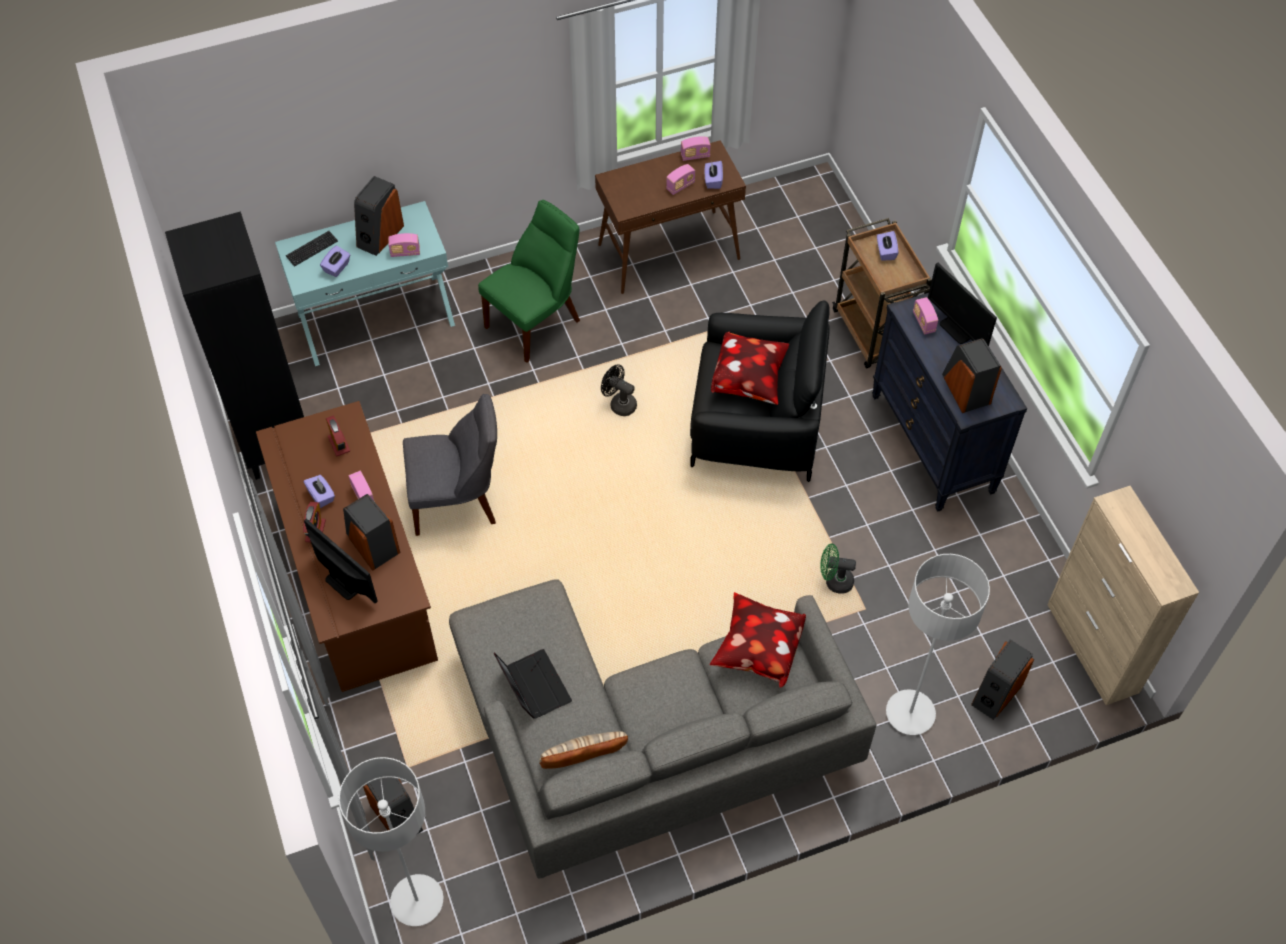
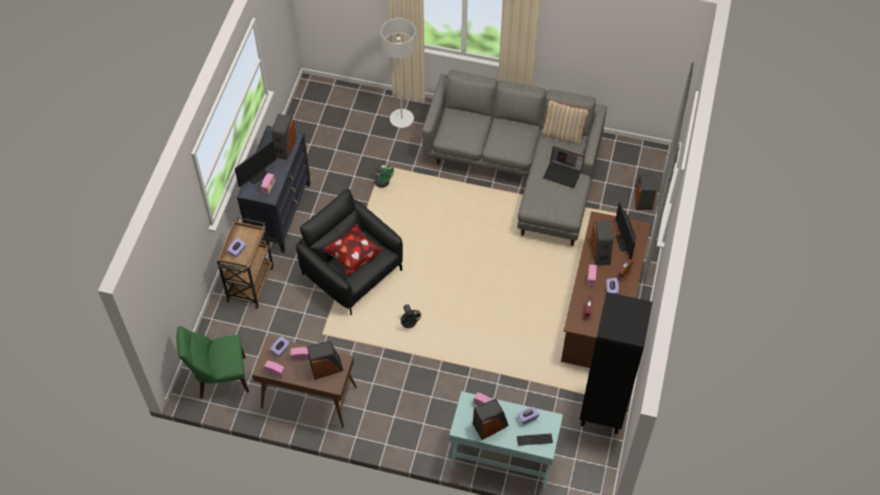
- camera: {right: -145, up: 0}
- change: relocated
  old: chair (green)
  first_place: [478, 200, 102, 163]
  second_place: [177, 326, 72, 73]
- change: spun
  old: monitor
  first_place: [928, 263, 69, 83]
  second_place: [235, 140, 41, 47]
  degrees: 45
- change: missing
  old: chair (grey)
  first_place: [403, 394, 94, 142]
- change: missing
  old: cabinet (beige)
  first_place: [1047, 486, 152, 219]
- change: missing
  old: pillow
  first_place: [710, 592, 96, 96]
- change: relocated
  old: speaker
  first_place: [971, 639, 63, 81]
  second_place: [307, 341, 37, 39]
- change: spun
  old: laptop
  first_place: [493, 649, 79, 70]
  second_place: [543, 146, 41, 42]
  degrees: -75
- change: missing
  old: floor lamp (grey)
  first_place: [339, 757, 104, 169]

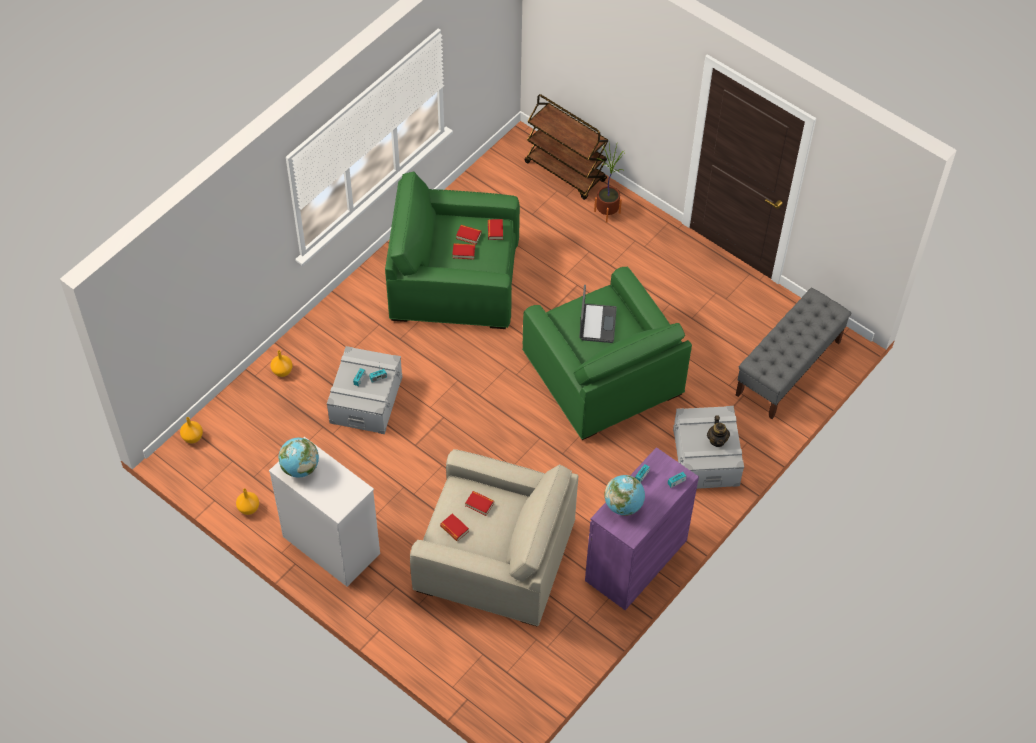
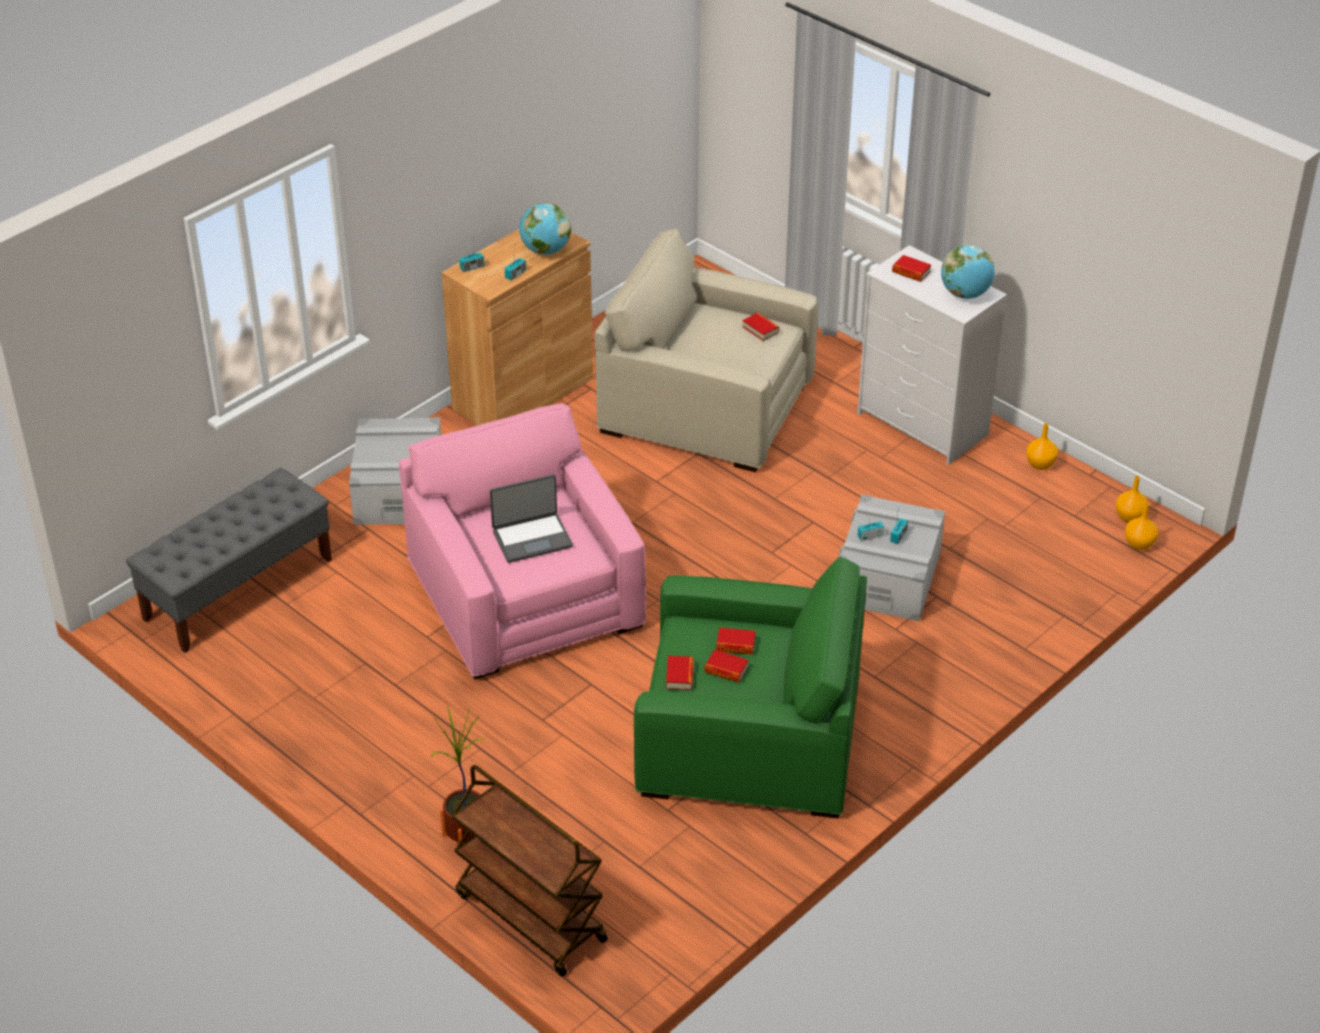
- camera: {right: -175, up: -15}
- change: colour
  old: armchair (green)
  new: armchair (pink)
  first_place: [522, 267, 170, 173]
  second_place: [399, 403, 248, 277]
- change: spun
  old: laptop
  first_place: [579, 285, 38, 58]
  second_place: [490, 474, 83, 89]
  degrees: -120
- change: relocated
  old: vase (orange)
  first_place: [270, 350, 23, 27]
  second_place: [1116, 476, 32, 46]
- change: missing
  old: teapot
  first_place: [707, 415, 23, 32]
- change: colour
  old: cabinet (purple)
  new: cabinet (brown)
  first_place: [585, 447, 114, 163]
  second_place: [442, 229, 151, 197]
- change: relocated
  old: book
  first_place: [466, 491, 28, 25]
  second_place: [892, 255, 39, 27]

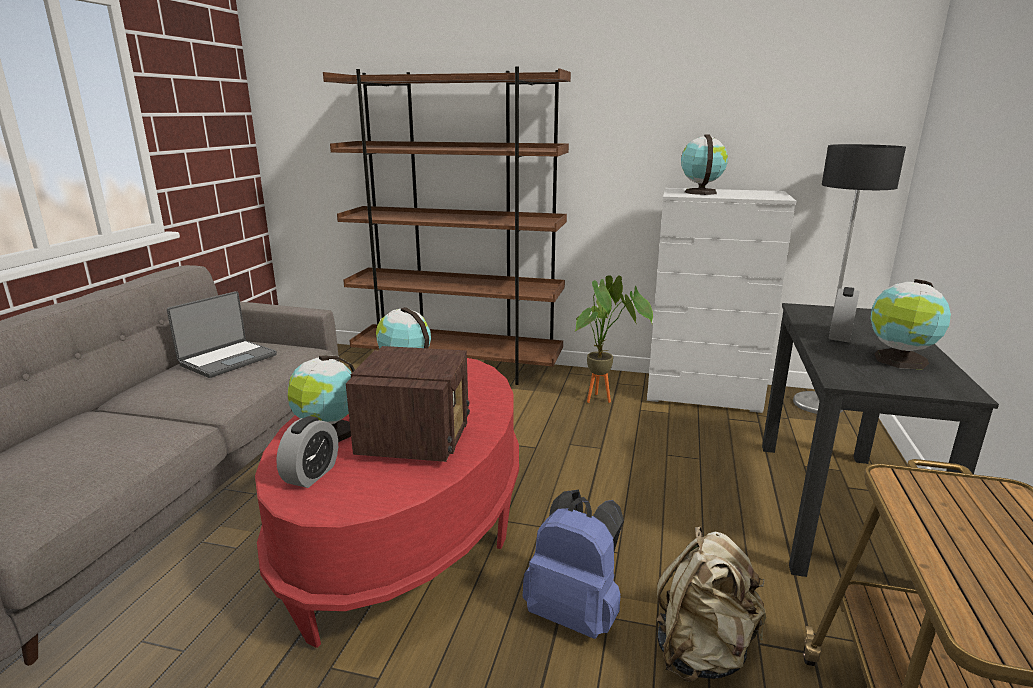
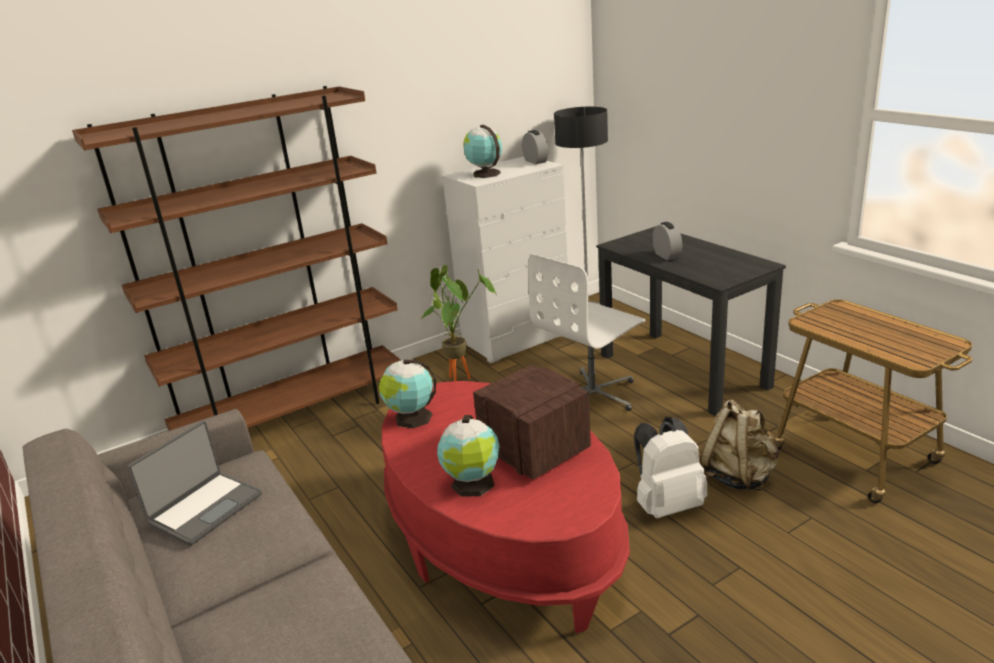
- camera: {right: -45, up: 5}
- change: missing
  old: globe
  first_place: [870, 279, 81, 90]
- change: spun
  old: laptop
  first_place: [167, 291, 110, 87]
  second_place: [127, 421, 135, 125]
  degrees: 45
- change: relocated
  old: alarm clock
  first_place: [276, 416, 62, 72]
  second_place: [522, 130, 26, 34]
- change: colour
  old: backpack (blue)
  new: backpack (white)
  first_place: [523, 490, 101, 149]
  second_place: [634, 417, 73, 102]
- change: appeared
  new: office chair (white)
  second_place: [528, 254, 117, 157]

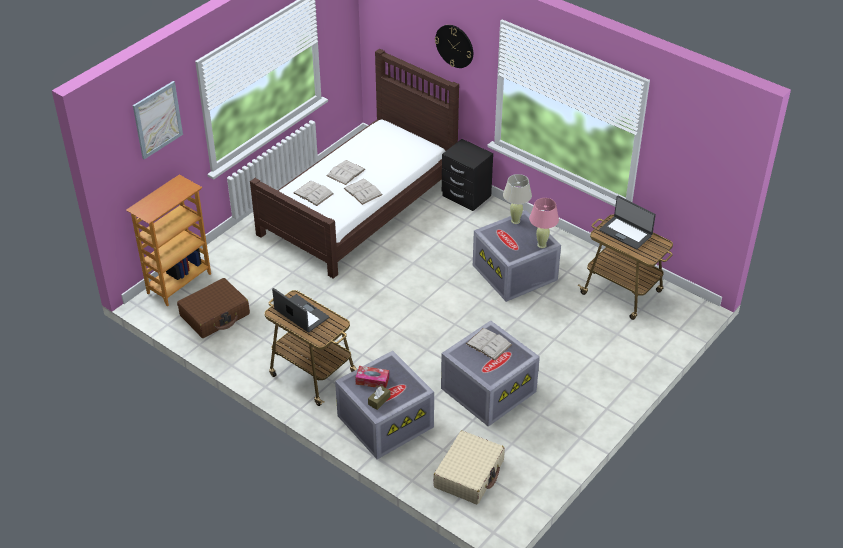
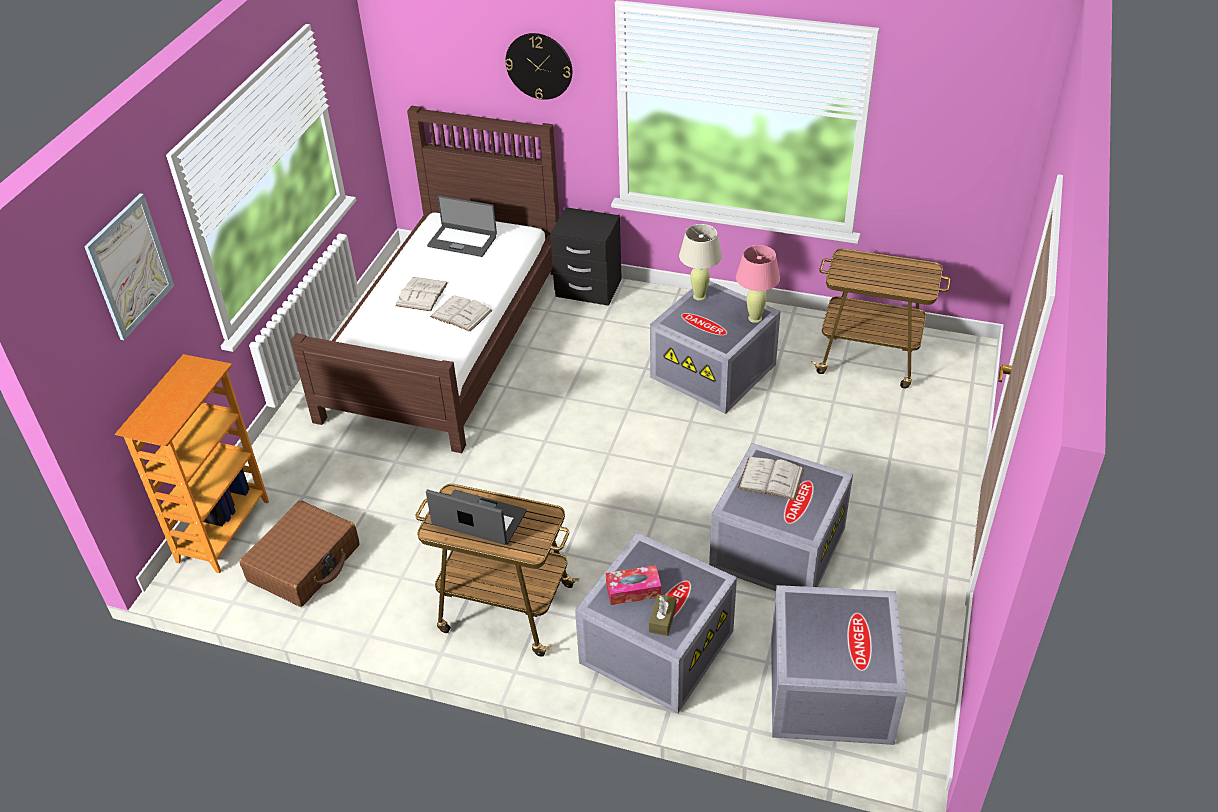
- camera: {right: -20, up: 0}
- change: missing
  old: book (white)
  first_place: [294, 181, 40, 25]
- change: relocated
  old: laptop
  first_place: [599, 196, 57, 54]
  second_place: [427, 195, 70, 62]
- change: exchanged
  old: suitcase (beige)
  new: storage box (grey)
  first_place: [433, 430, 72, 74]
  second_place: [771, 585, 136, 160]

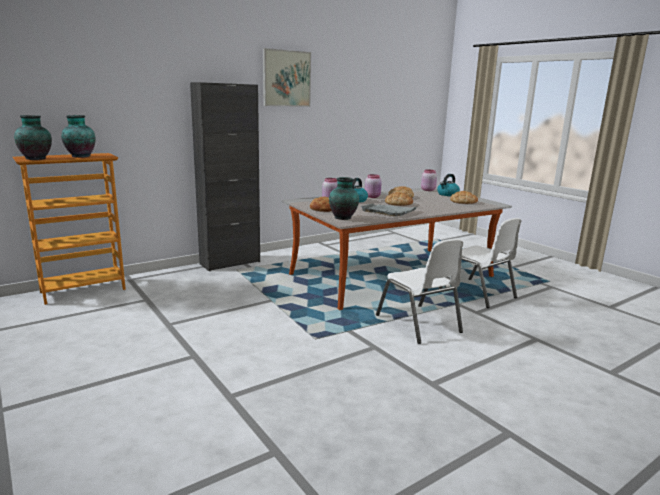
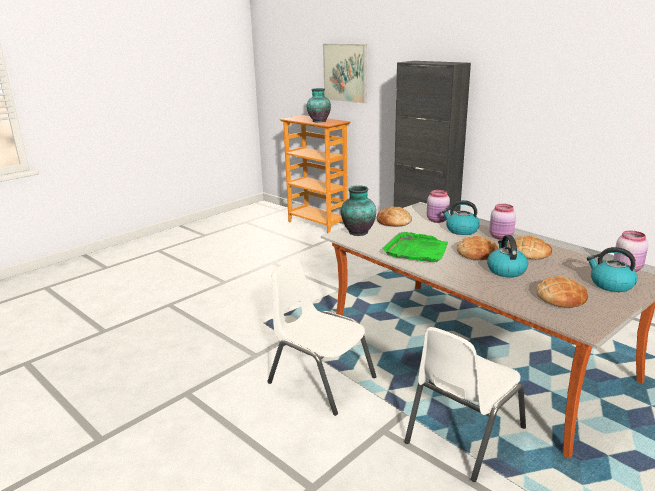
- camera: {right: 80, up: 5}
- change: relocated
  old: picture
  first_place: [263, 48, 48, 59]
  second_place: [323, 43, 44, 60]
- change: missing
  old: vase
  first_place: [14, 115, 38, 45]
- change: colour
  old: tray (grey)
  new: tray (green)
  first_place: [361, 203, 55, 14]
  second_place: [383, 232, 65, 30]
- change: spun
  old: chair (white)
  first_place: [376, 239, 87, 105]
  second_place: [267, 260, 110, 156]
  degrees: 75
- change: appeared
  new: kettle
  second_place: [487, 235, 41, 42]

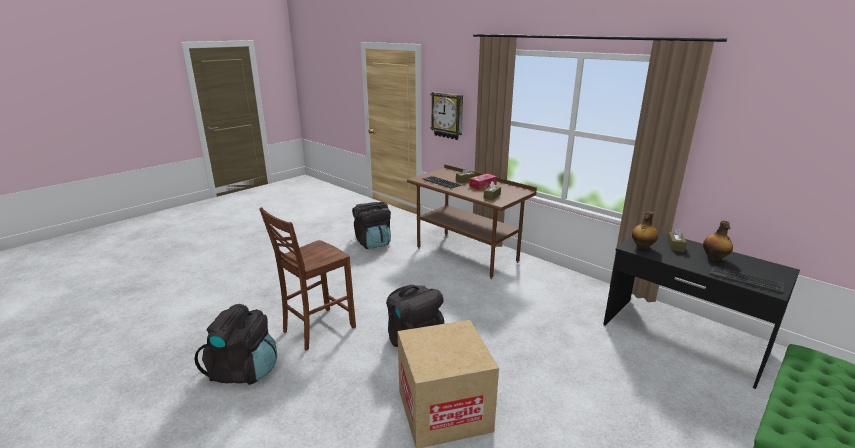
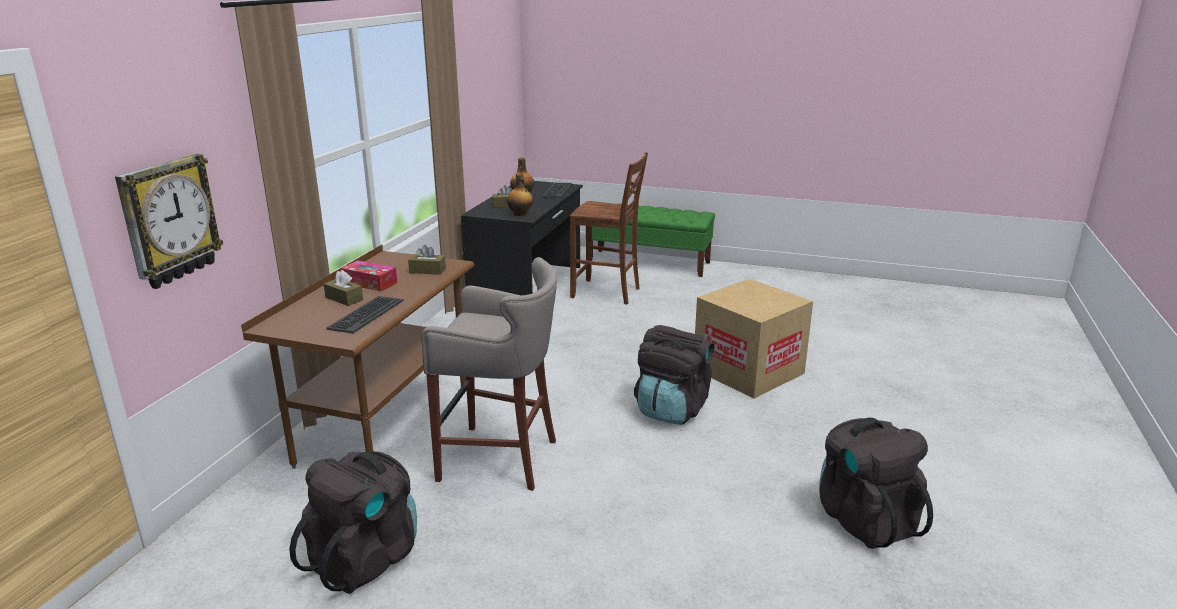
- camera: {right: -115, up: 0}
- change: relocated
  old: chair (brown)
  first_place: [259, 207, 97, 144]
  second_place: [570, 152, 78, 153]
- change: appeared
  new: stool (grey)
  second_place: [422, 257, 135, 234]

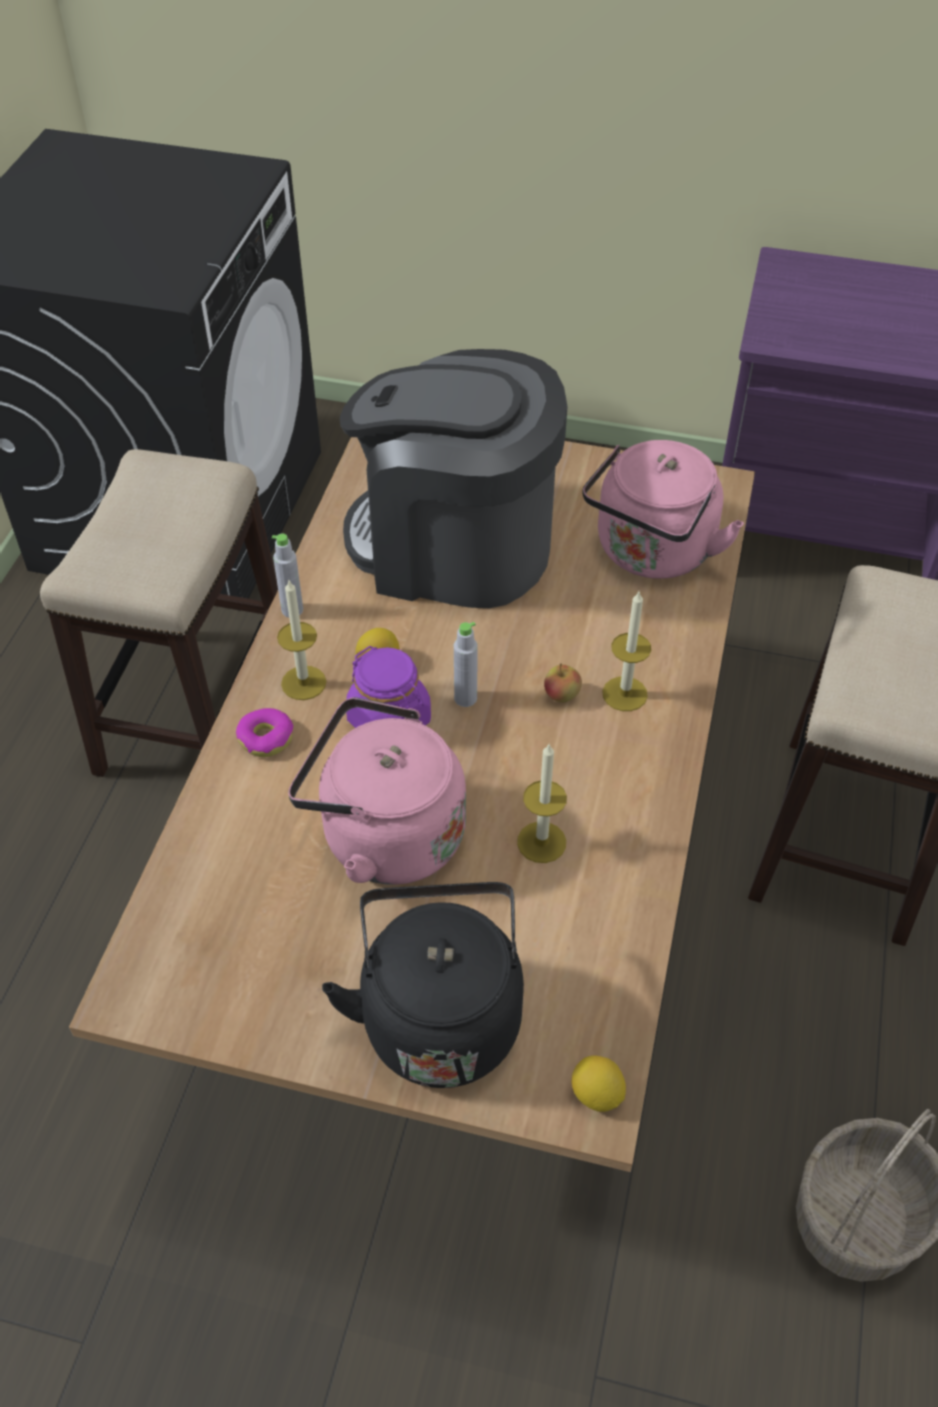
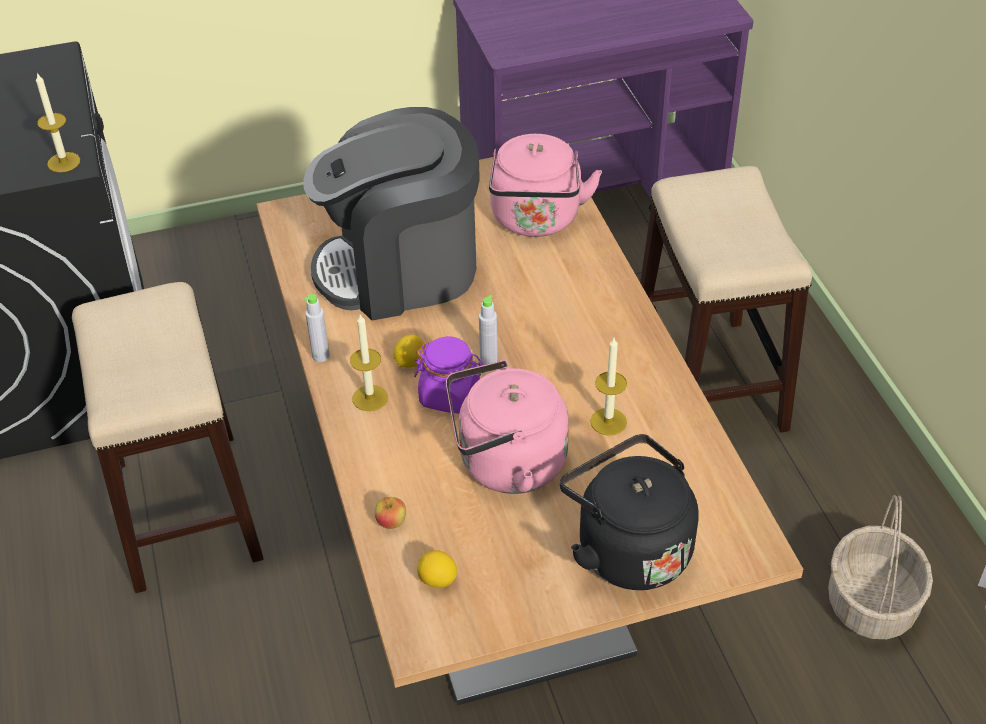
- camera: {right: -30, up: -5}
- change: relocated
  old: candle
  first_place: [602, 592, 49, 119]
  second_place: [36, 73, 44, 99]
- change: relocated
  old: apple
  first_place: [544, 664, 38, 38]
  second_place: [375, 497, 31, 32]
- change: missing
  old: donut
  first_place: [236, 708, 58, 49]
- change: relocated
  old: lemon
  first_place: [572, 1055, 54, 57]
  second_place: [417, 550, 41, 38]

